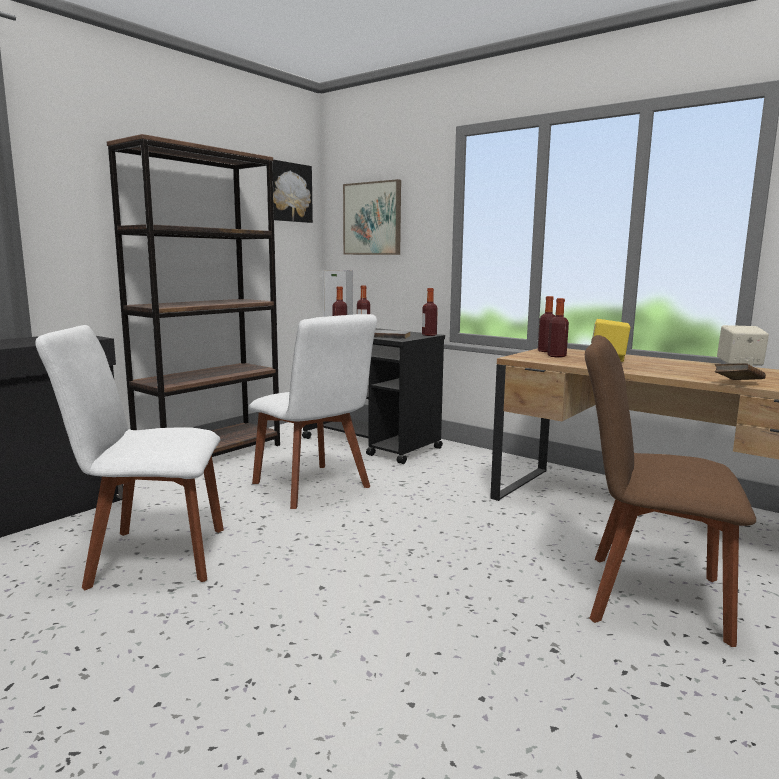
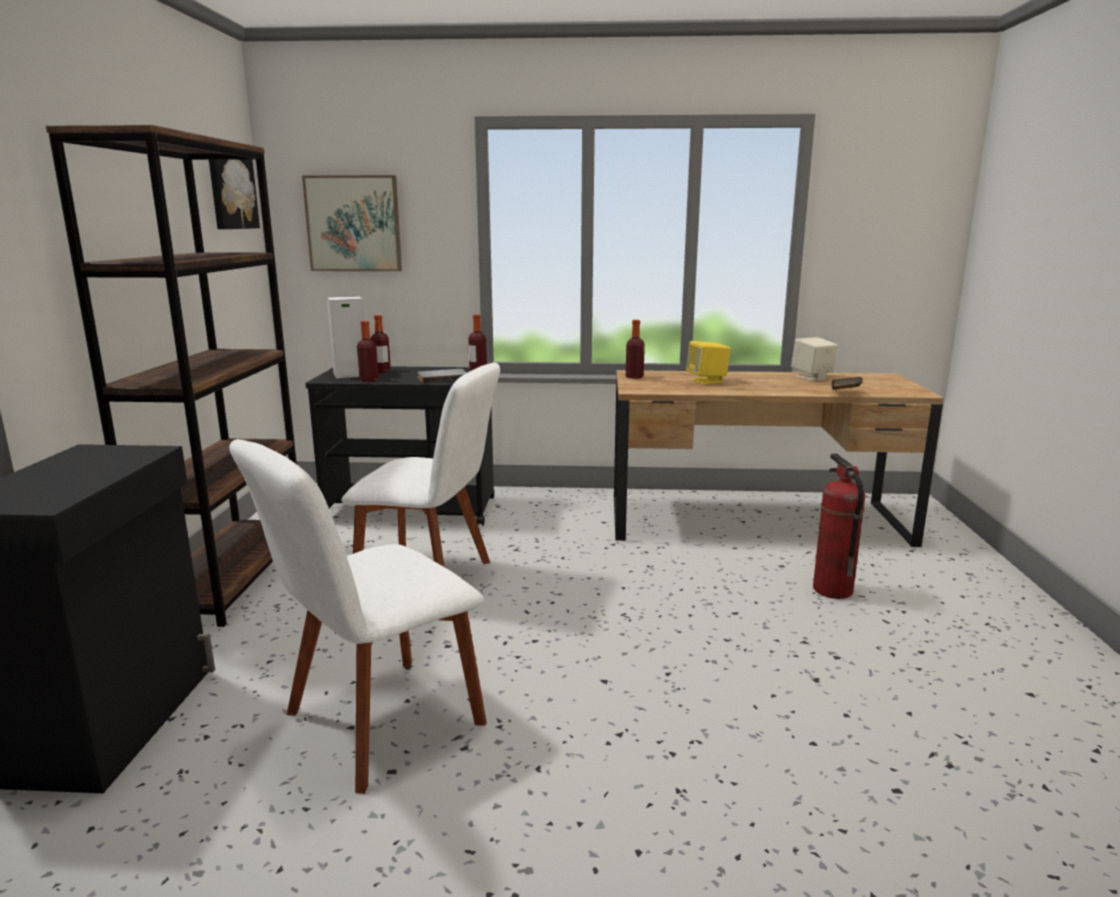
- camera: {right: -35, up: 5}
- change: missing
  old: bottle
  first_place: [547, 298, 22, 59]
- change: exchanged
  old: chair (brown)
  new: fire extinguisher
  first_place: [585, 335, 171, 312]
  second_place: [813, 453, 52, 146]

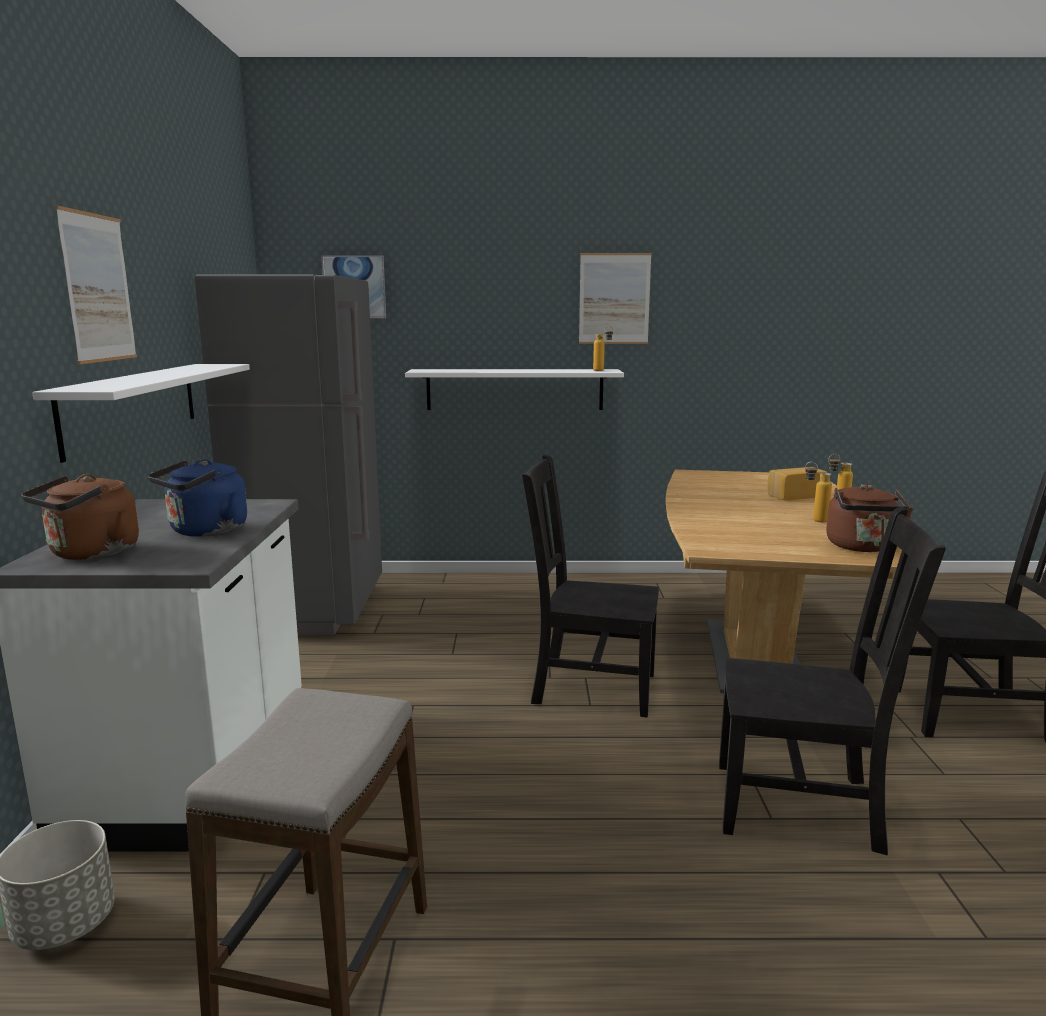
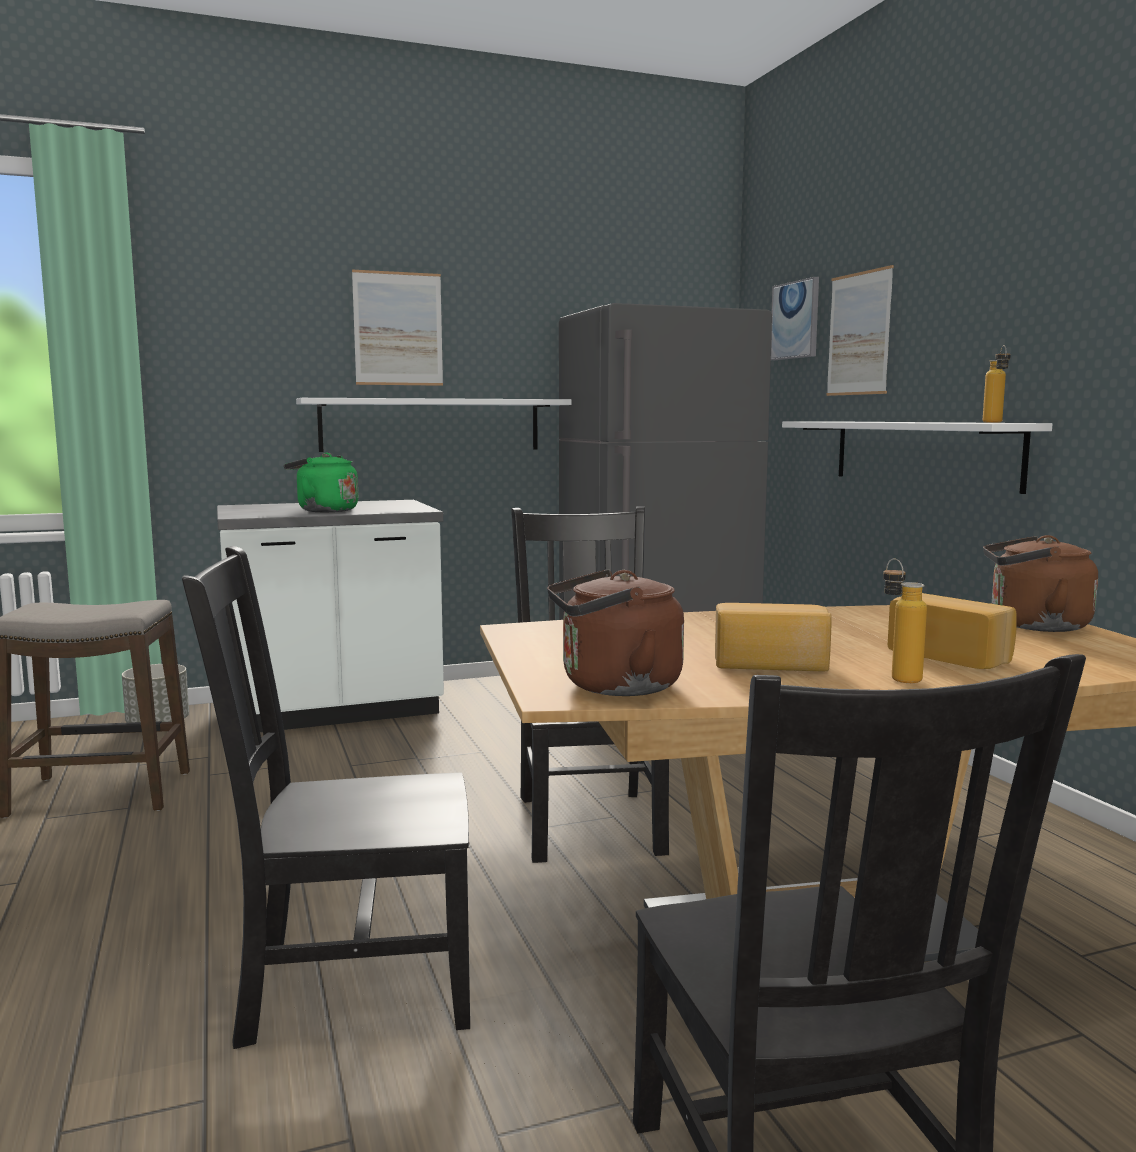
- camera: {right: 70, up: -5}
- change: relocated
  old: picture
  first_place: [579, 253, 72, 91]
  second_place: [826, 265, 68, 131]
- change: colour
  old: kettle (blue)
  new: kettle (green)
  first_place: [148, 459, 99, 78]
  second_place: [284, 453, 74, 59]
- change: exchanged
  old: bottle
  new: bread
  first_place: [805, 462, 27, 60]
  second_place: [715, 603, 117, 69]
- change: relocated
  old: kettle (brown)
  first_place: [21, 474, 118, 86]
  second_place: [983, 535, 115, 97]
- change: spun
  old: chair (black)
  first_place: [719, 507, 227, 348]
  second_place: [182, 546, 288, 503]
  degrees: 90

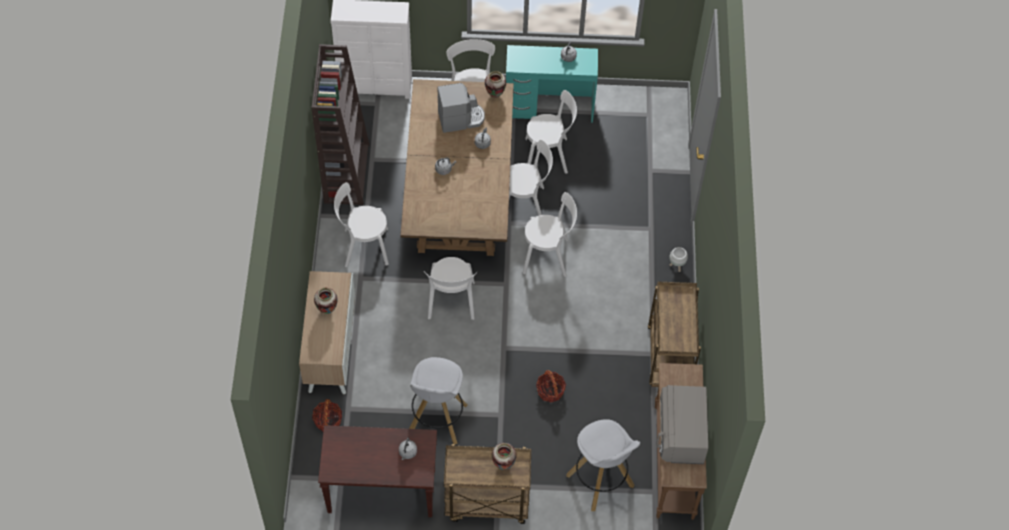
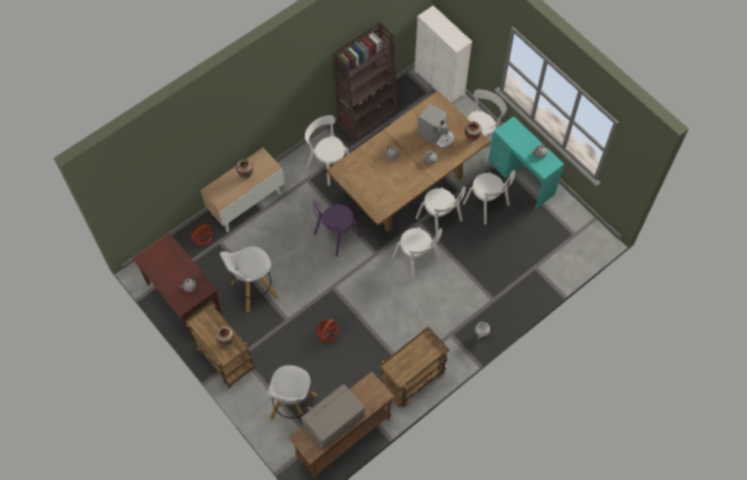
- camera: {right: 50, up: 5}
- change: colour
  old: chair (white)
  new: chair (purple)
  first_place: [424, 257, 54, 63]
  second_place: [312, 200, 49, 57]

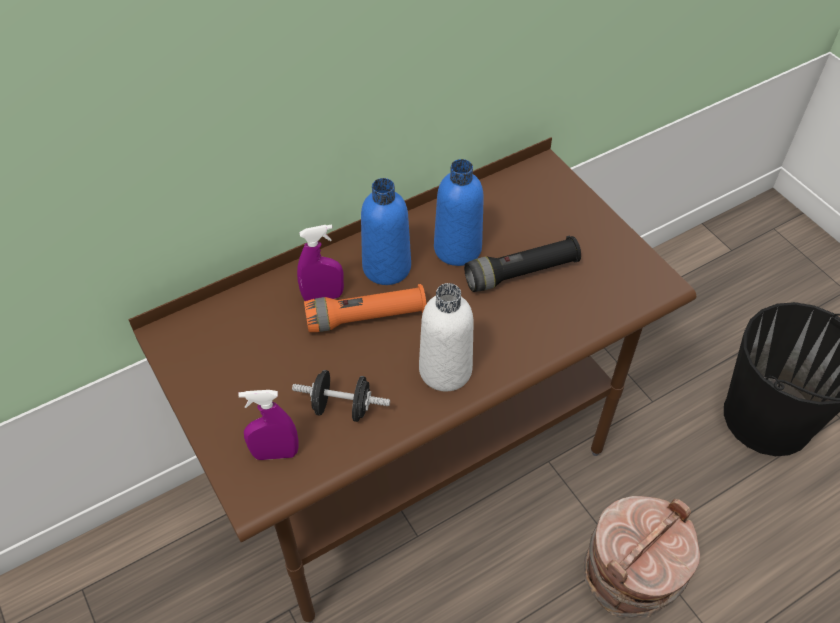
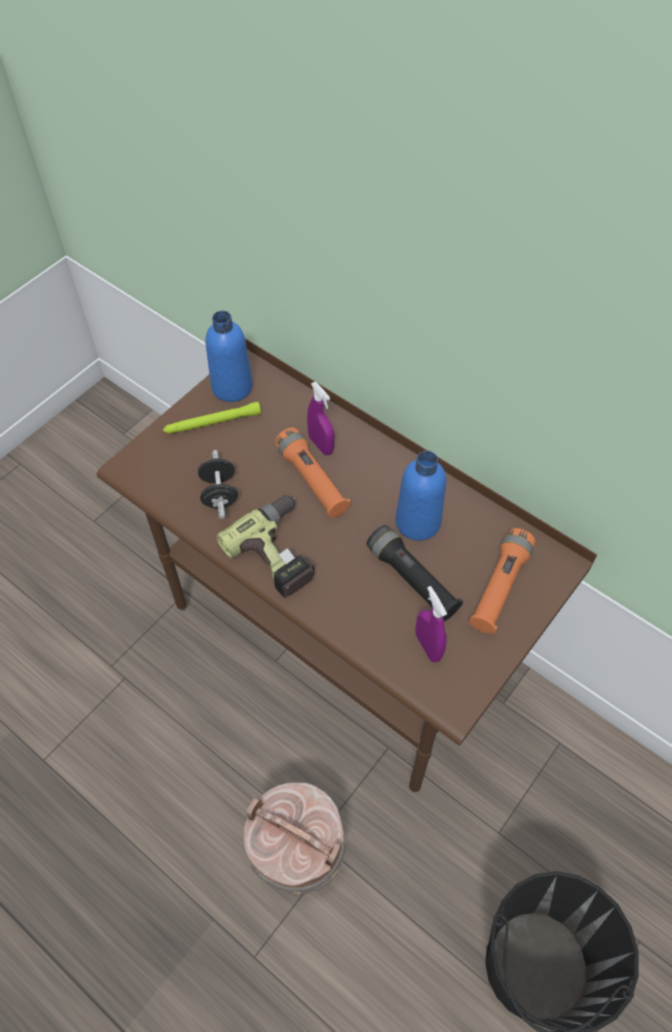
- camera: {right: 70, up: 5}
- change: relocated
  old: bottle (blue)
  first_place: [361, 178, 50, 107]
  second_place: [206, 311, 47, 91]
- change: exchanged
  old: bottle (white)
  new: power drill
  first_place: [419, 283, 55, 108]
  second_place: [216, 495, 99, 103]
- change: relocated
  old: spray bottle (purple)
  first_place: [239, 390, 60, 70]
  second_place: [415, 586, 32, 77]
- change: appeared
  new: flashlight (green)
  second_place: [163, 402, 98, 32]
- change: appeared
  new: flashlight (orange)
  second_place: [469, 528, 66, 106]

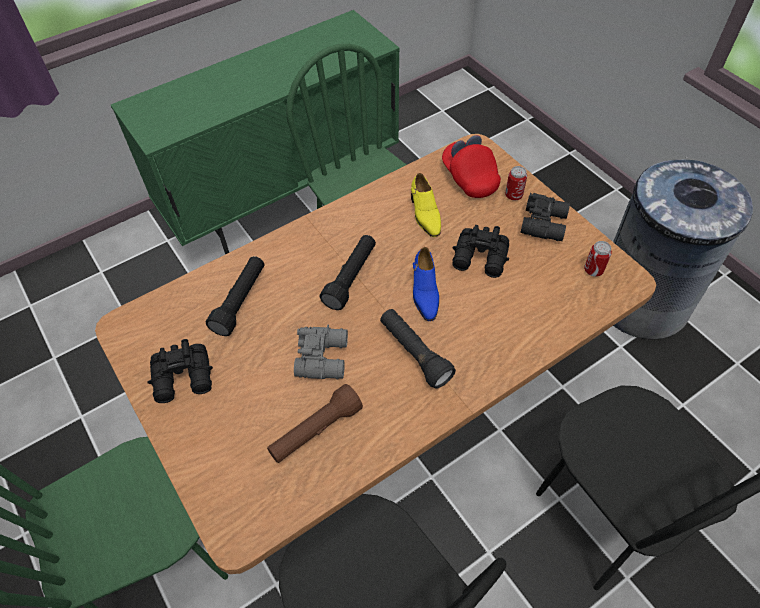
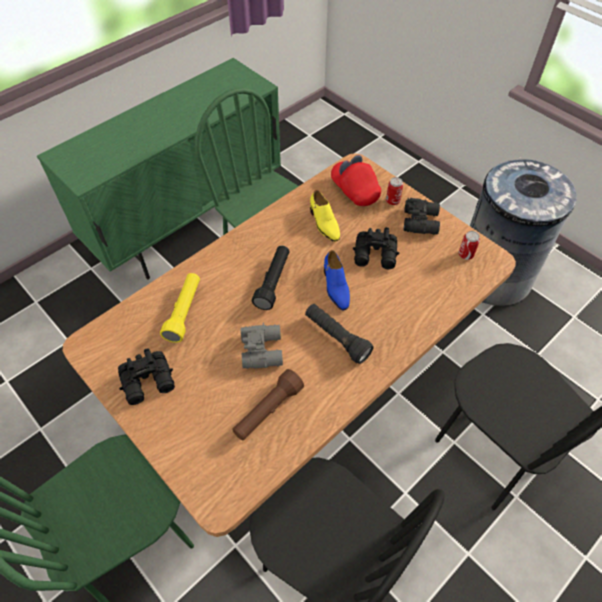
- camera: {right: -10, up: 0}
- change: colour
  old: flashlight (black)
  new: flashlight (yellow)
  first_place: [206, 256, 58, 80]
  second_place: [160, 273, 40, 70]

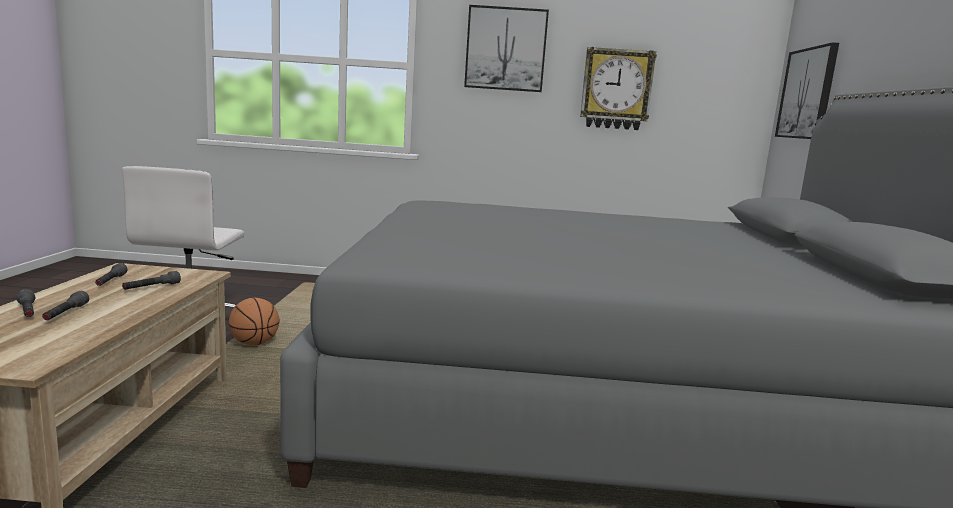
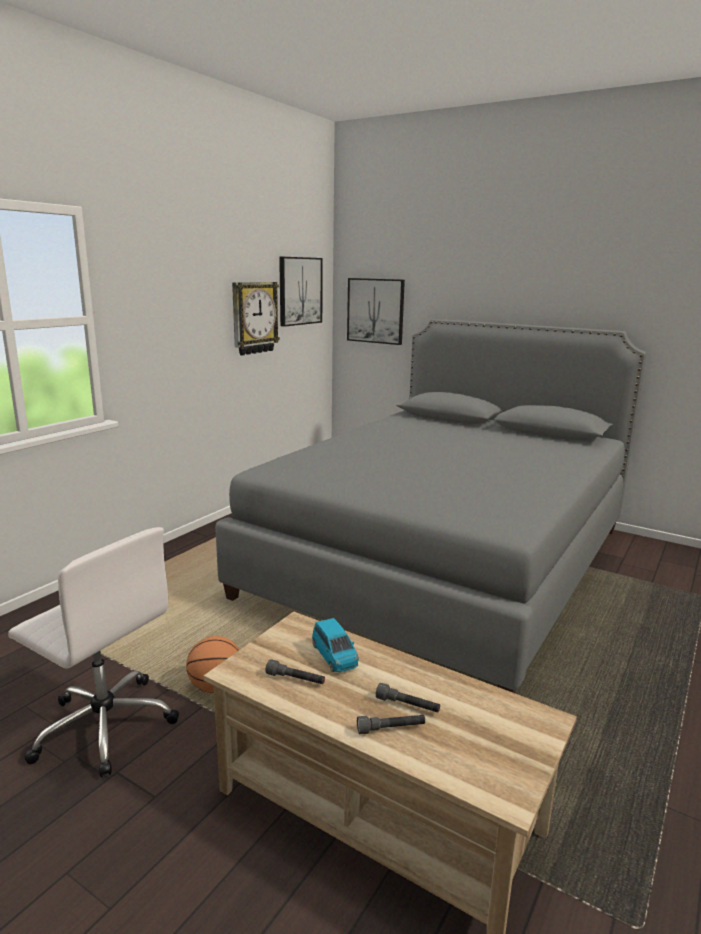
- camera: {right: -60, up: 5}
- change: relocated
  old: picture
  first_place: [464, 5, 85, 87]
  second_place: [279, 257, 44, 70]
- change: exchanged
  old: flashlight (grey)
  new: toy car (blue)
  first_place: [122, 271, 59, 19]
  second_place: [312, 618, 47, 54]

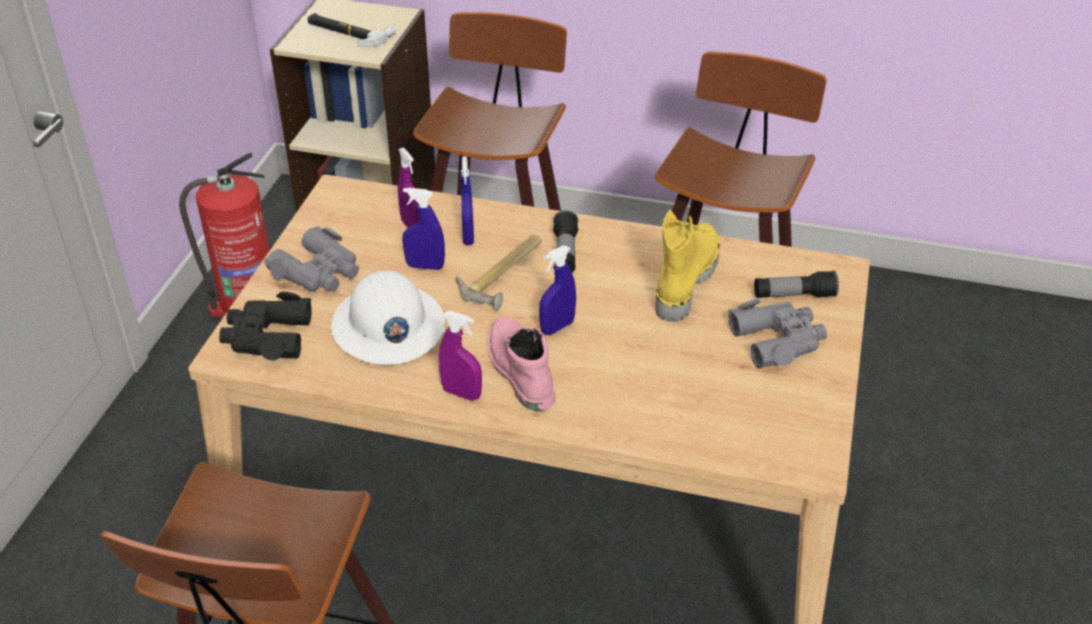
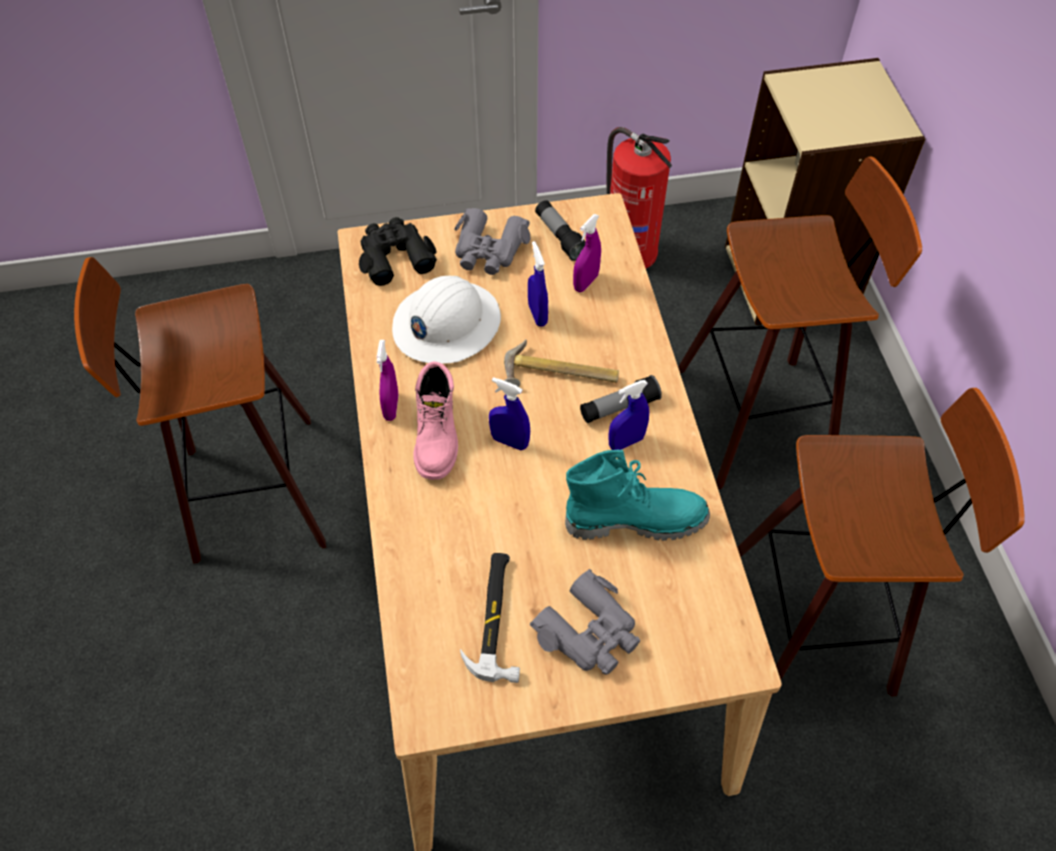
- camera: {right: 65, up: 15}
- change: relocated
  old: hammer
  first_place: [307, 13, 89, 35]
  second_place: [460, 553, 60, 130]
- change: relocated
  old: spray bottle (blue)
  first_place: [461, 156, 13, 89]
  second_place: [608, 380, 41, 70]
- change: colour
  old: boot (yellow)
  new: boot (turquoise)
  first_place: [655, 210, 65, 112]
  second_place: [565, 450, 145, 91]
- change: relocated
  old: flashlight
  first_place: [754, 270, 85, 28]
  second_place: [535, 200, 51, 61]
- change: spun
  old: boot (pink)
  first_place: [488, 317, 67, 94]
  second_place: [413, 362, 45, 118]
  degrees: 135

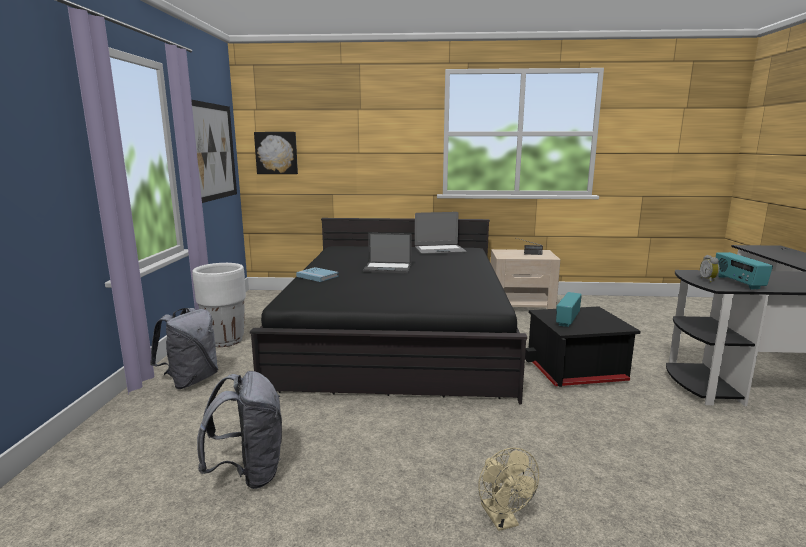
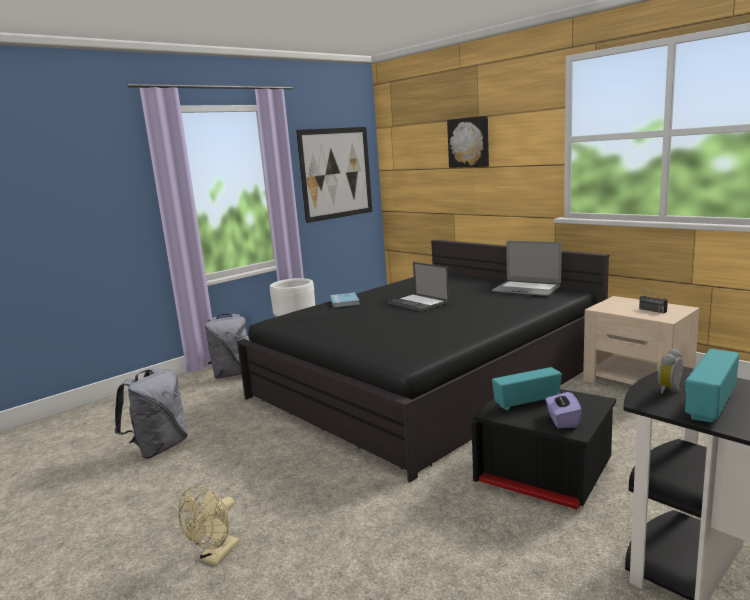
- camera: {right: 45, up: 0}
- change: relocated
  old: picture
  first_place: [254, 132, 44, 42]
  second_place: [447, 116, 42, 52]
- change: appeared
  new: tissue box (purple)
  second_place: [545, 392, 37, 36]

